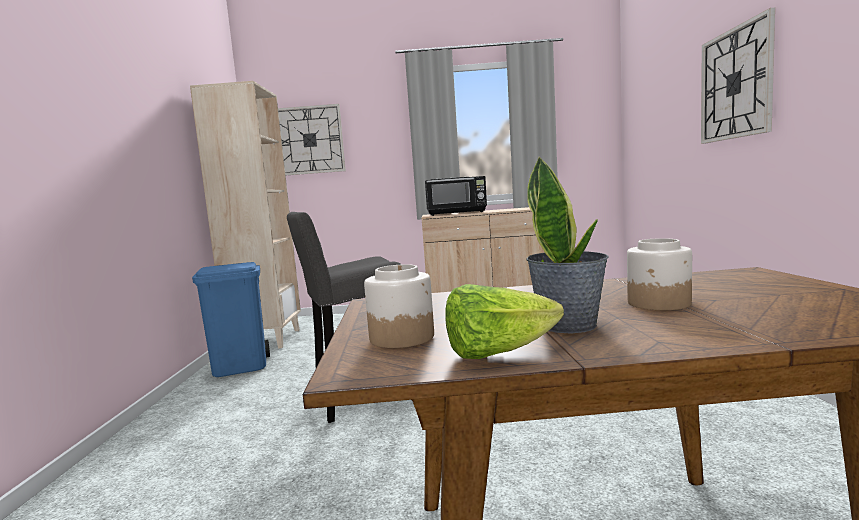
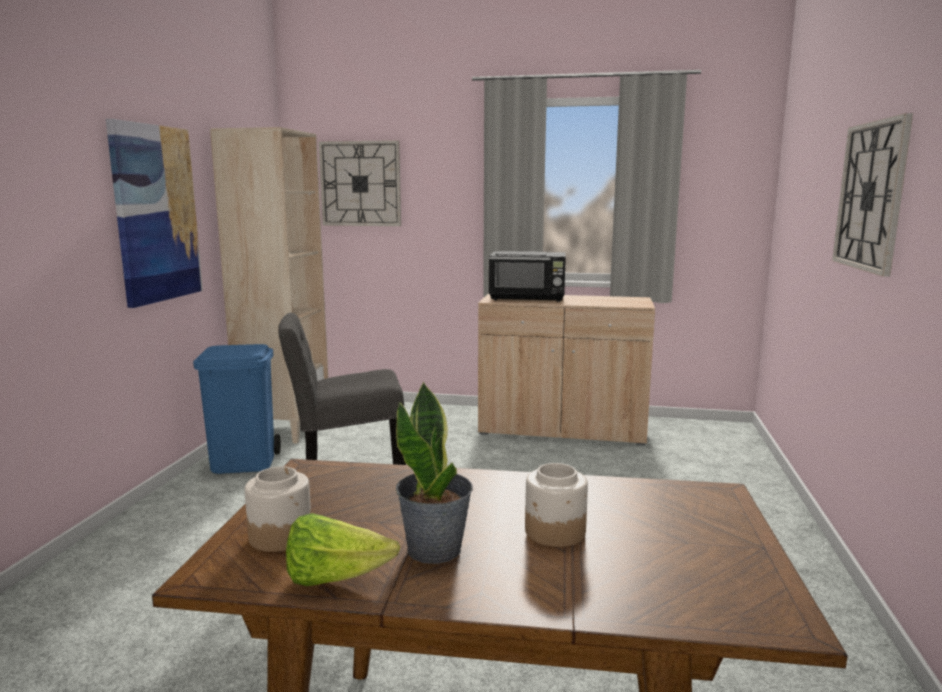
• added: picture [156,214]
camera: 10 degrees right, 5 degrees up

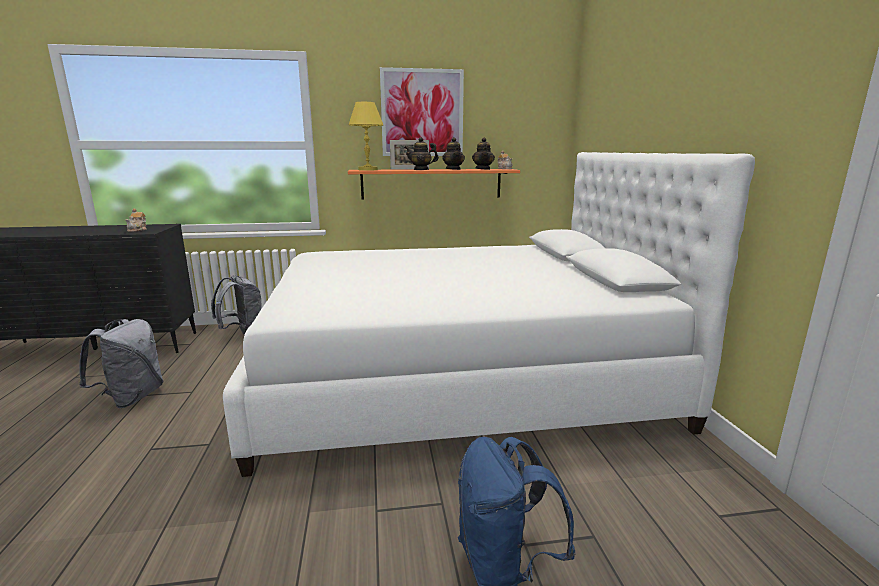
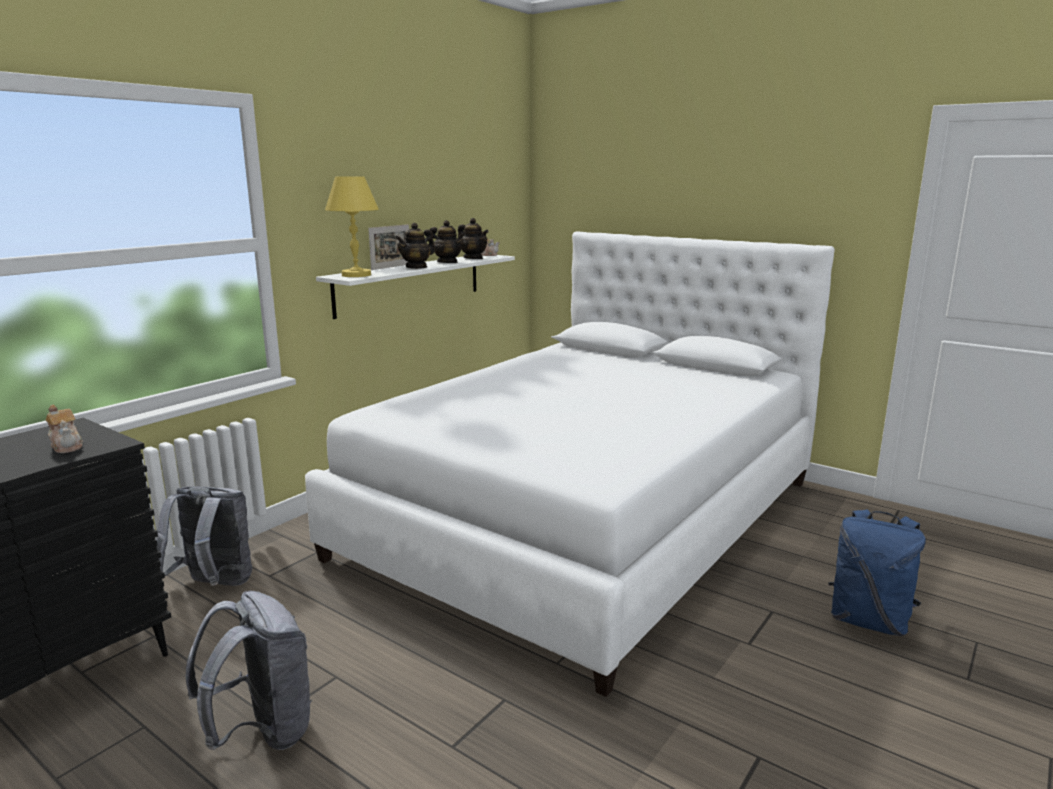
• removed: picture [422,113]
• recoloured: orange shelf [431,183] to white shelf [410,283]
camera: 45 degrees left, 0 degrees up

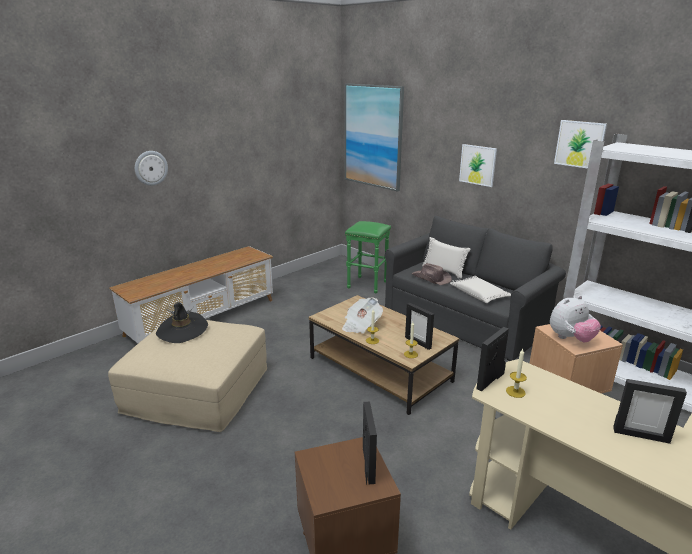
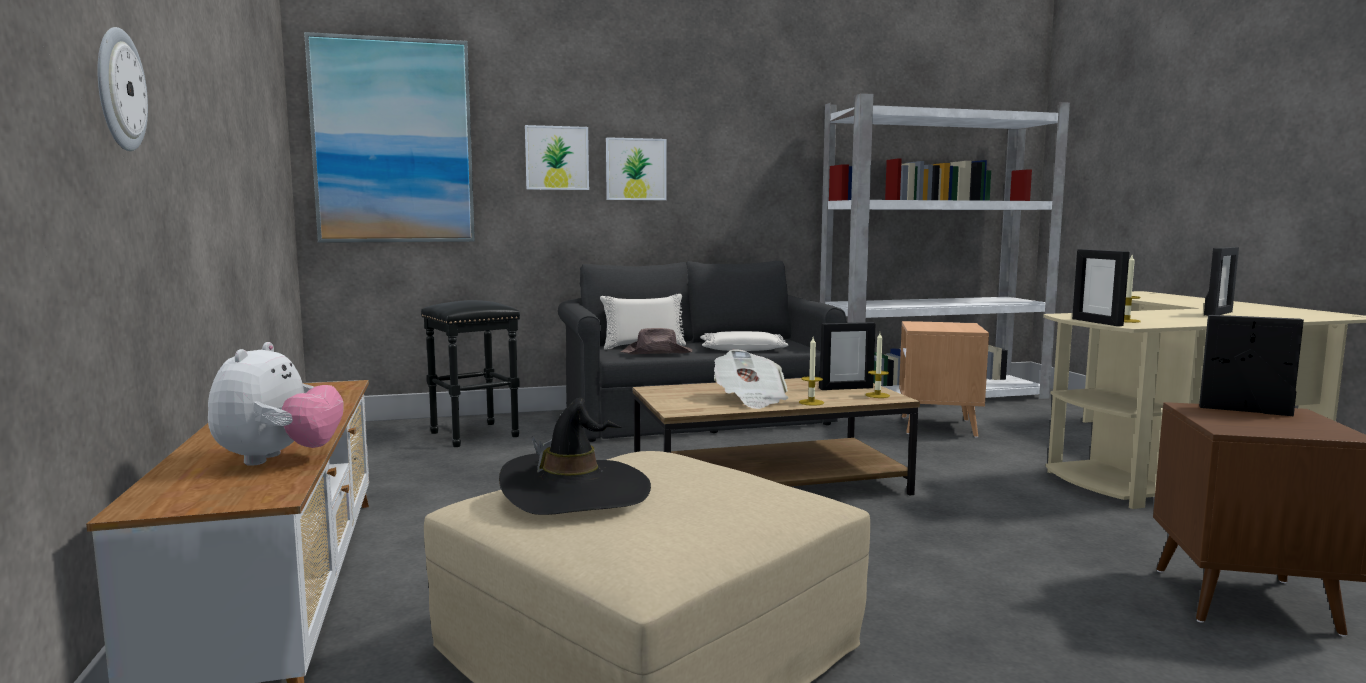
• moved: plush toy [570,339] to [278,459]
• moved: picture [580,144] to [557,158]
• recoloured: green stool [368,284] to black stool [475,434]
camera: 60 degrees left, 15 degrees down

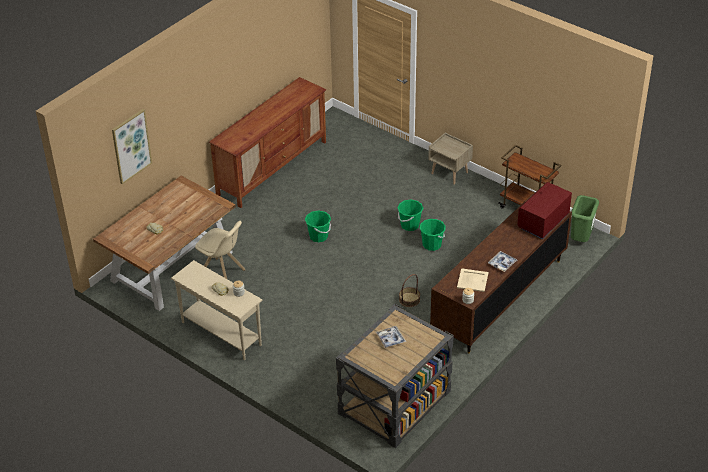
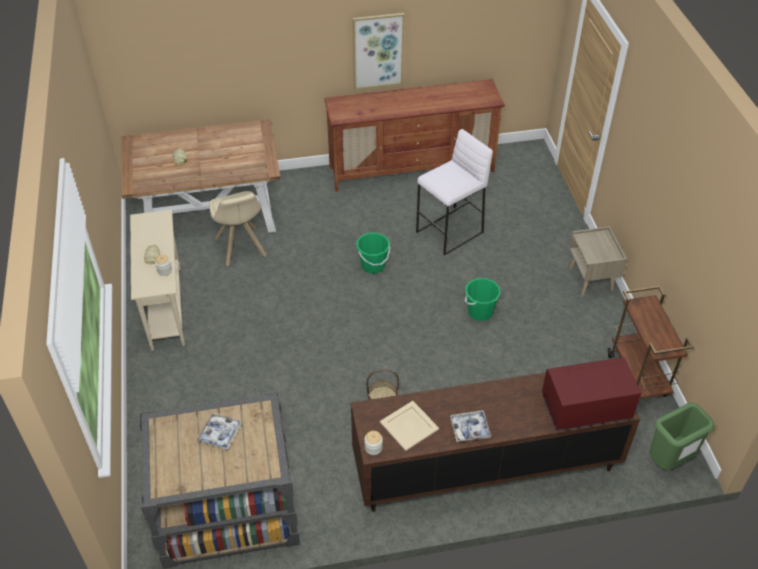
• removed: green bucket [432,245]
• added: white stool [450,232]
• moved: picture [131,146] to [378,51]
camera: 40 degrees right, 5 degrees up

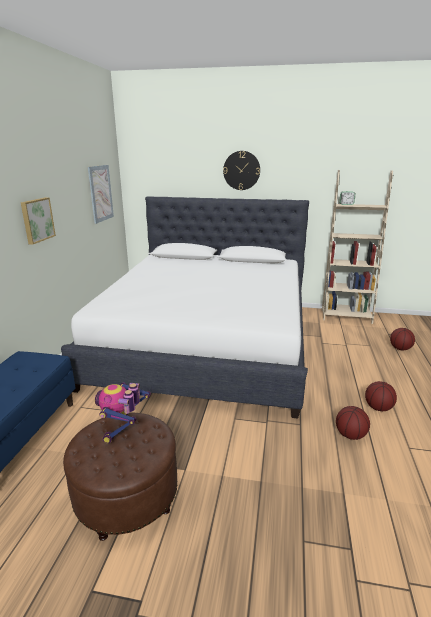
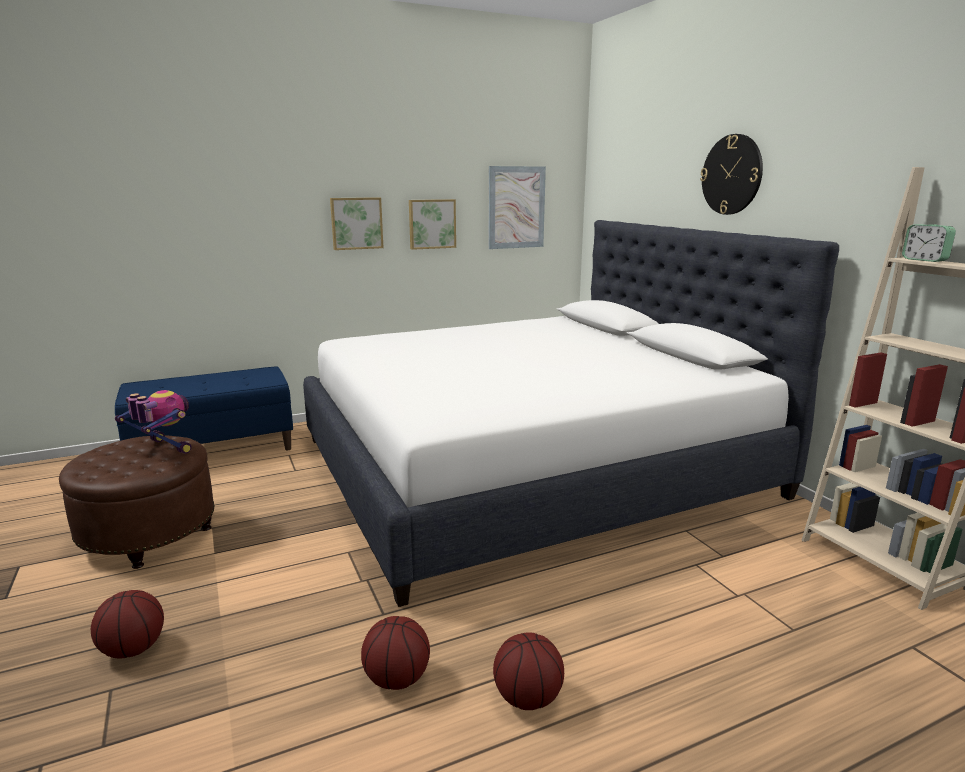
• added: picture [431,224]
• moved: basketball [400,348] to [133,649]
• turned: toy robot [123,428] = [163,449] 60 degrees clockwise
camera: 55 degrees right, 5 degrees down

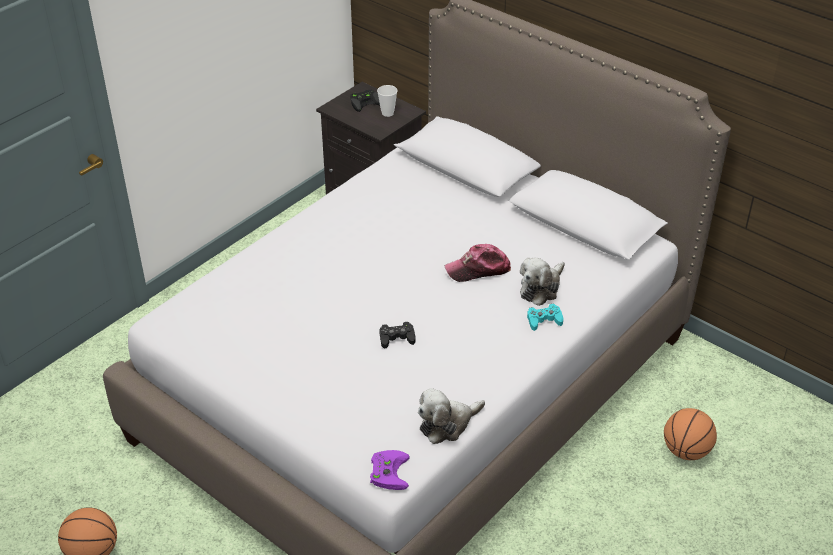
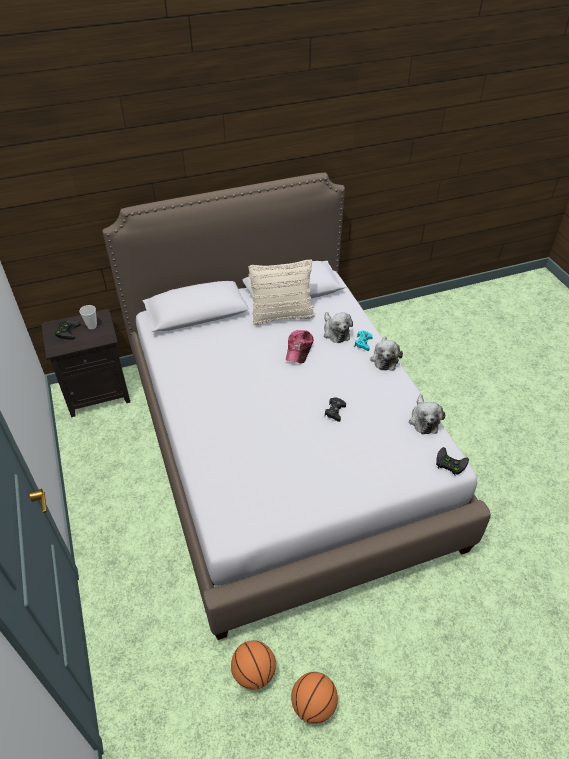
• added: beige pillow [282,315]
• added: plush toy [384,358]
• moved: basketball [686,451] to [254,672]
• recoloured: purple game controller [388,471] to black game controller [449,463]
camera: 60 degrees left, 5 degrees up

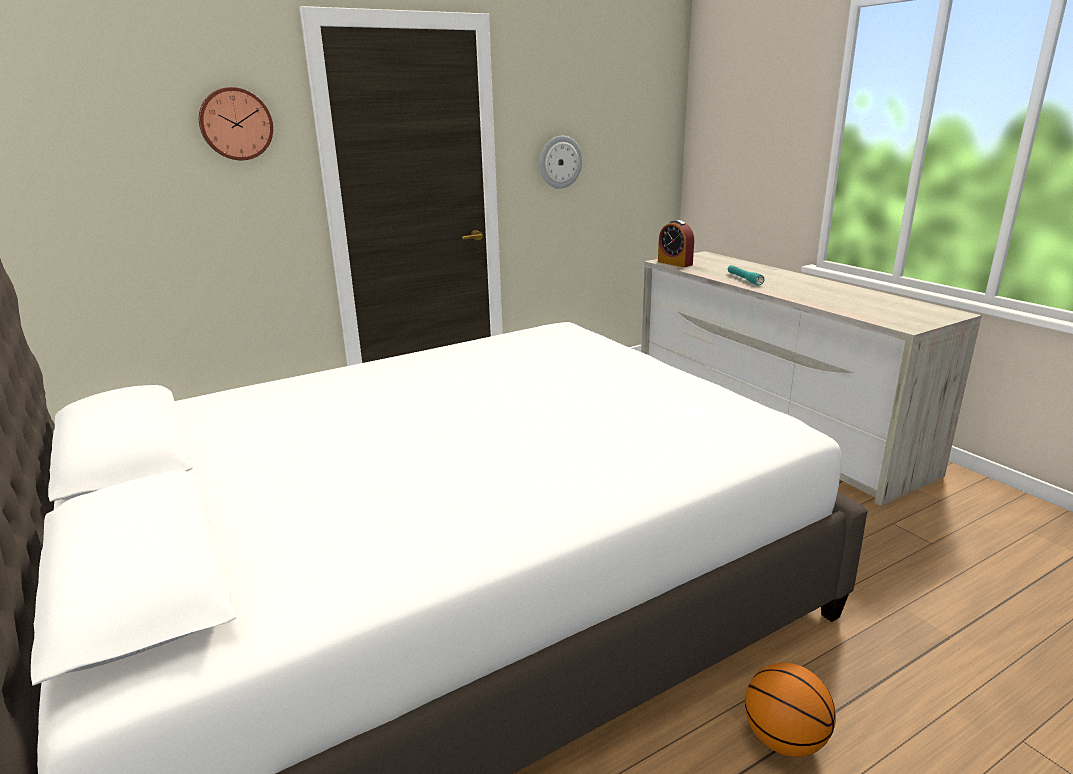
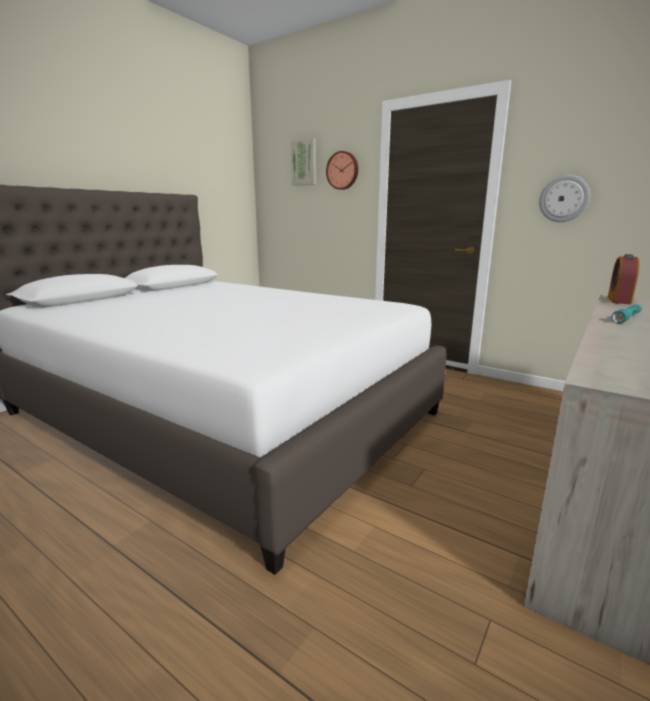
• removed: basketball [784,740]
• added: picture [304,163]
camera: 65 degrees right, 5 degrees down

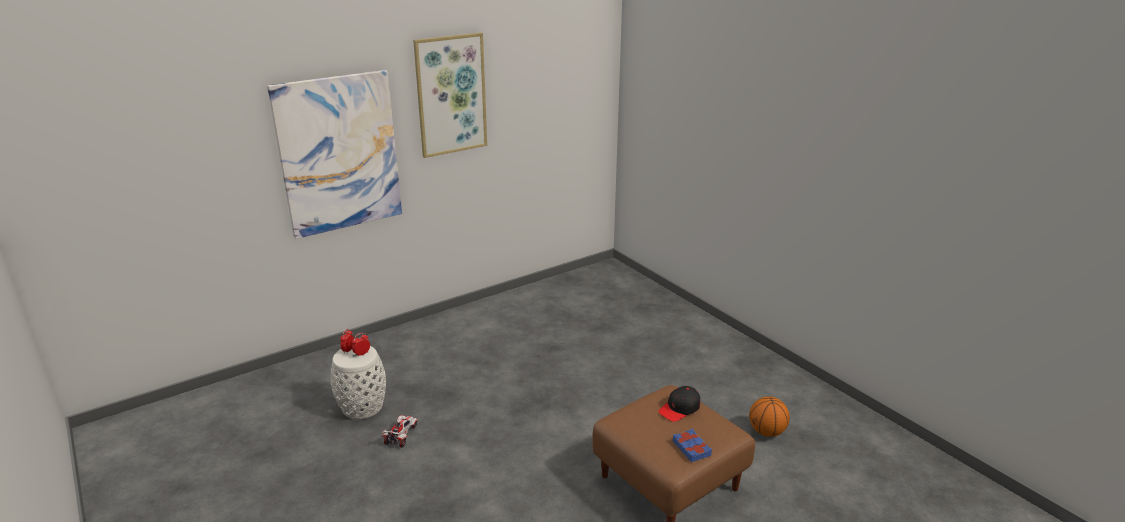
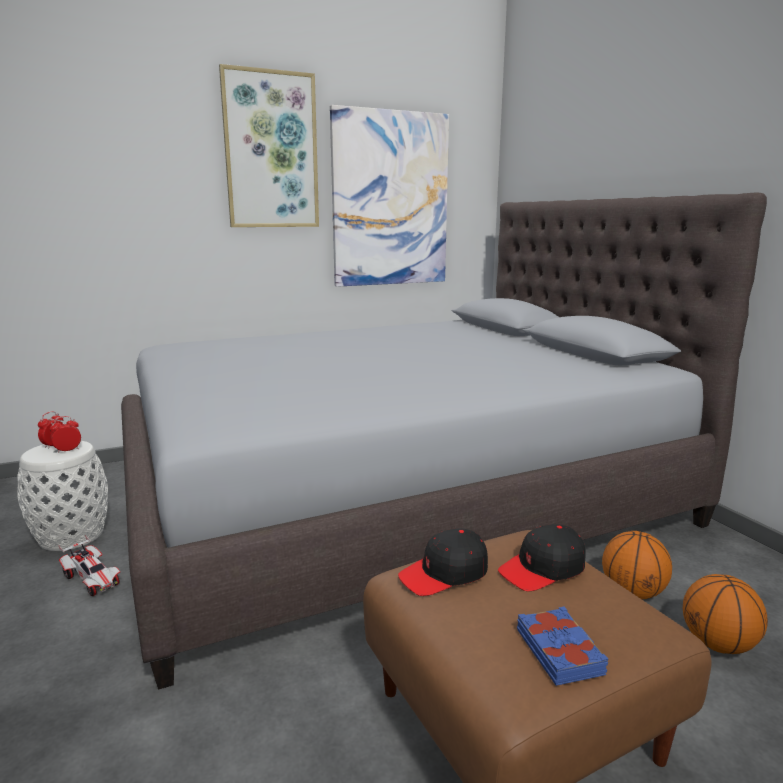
• added: grey bed [400,499]
• added: black cap [444,574]
• added: basketball [632,592]
• moved: picture [339,154] to [390,200]
• turned: toy car [401,435] = [93,580] 105 degrees clockwise
camera: 10 degrees right, 10 degrees down

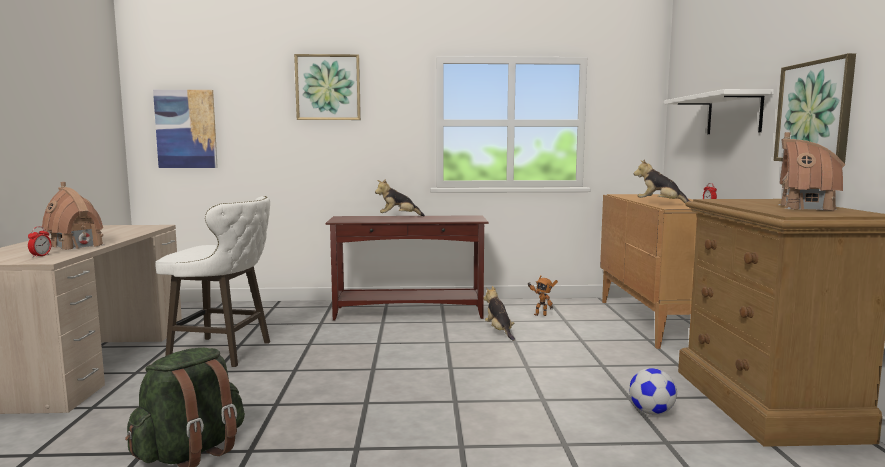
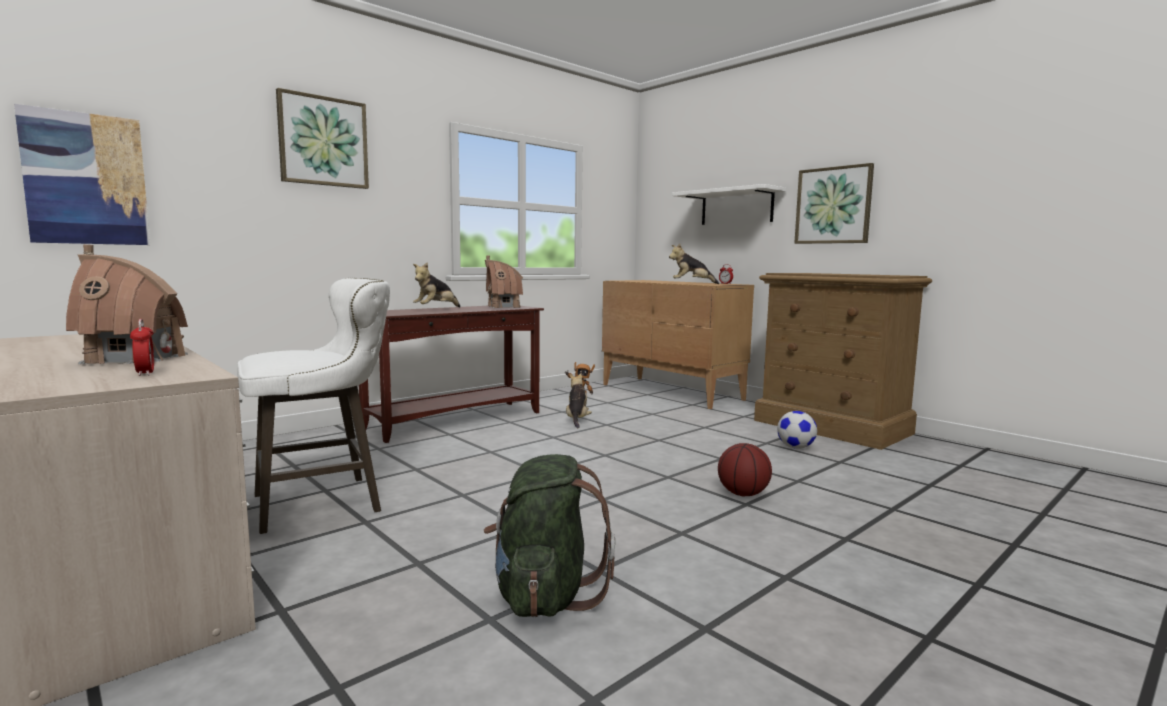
• added: basketball [743,494]
• moved: toy house [806,208] to [503,307]
• turned: plush toy [499,331] = [577,420] 60 degrees clockwise
camera: 40 degrees left, 0 degrees up

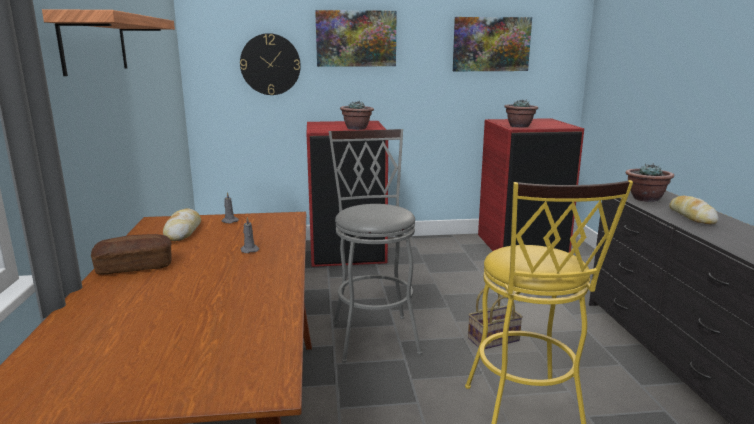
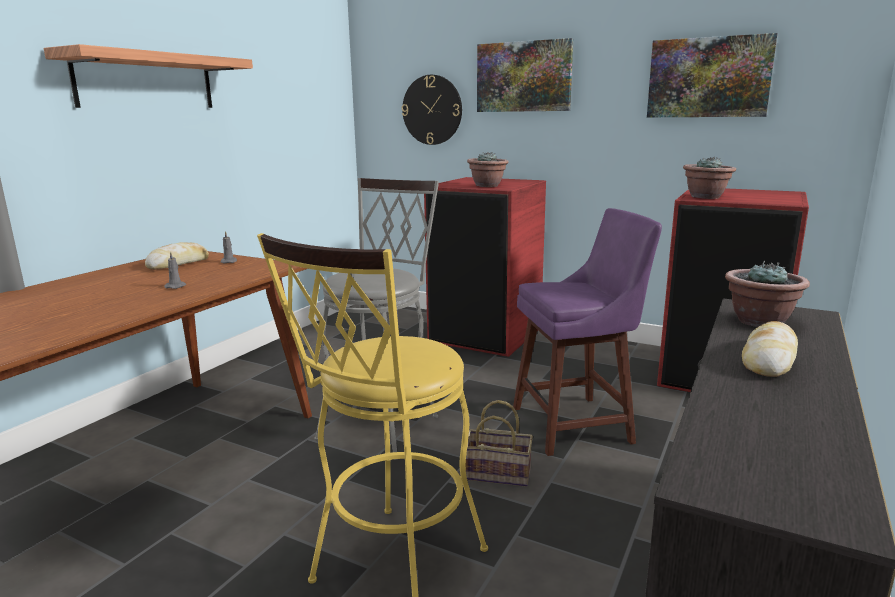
• removed: bread [135,267]
• added: purple chair [577,424]
camera: 35 degrees right, 0 degrees up

